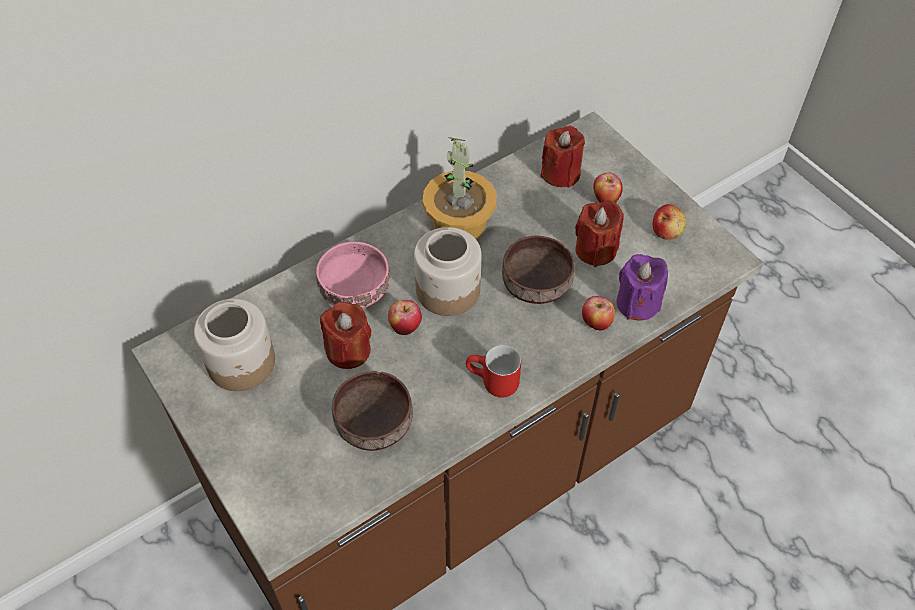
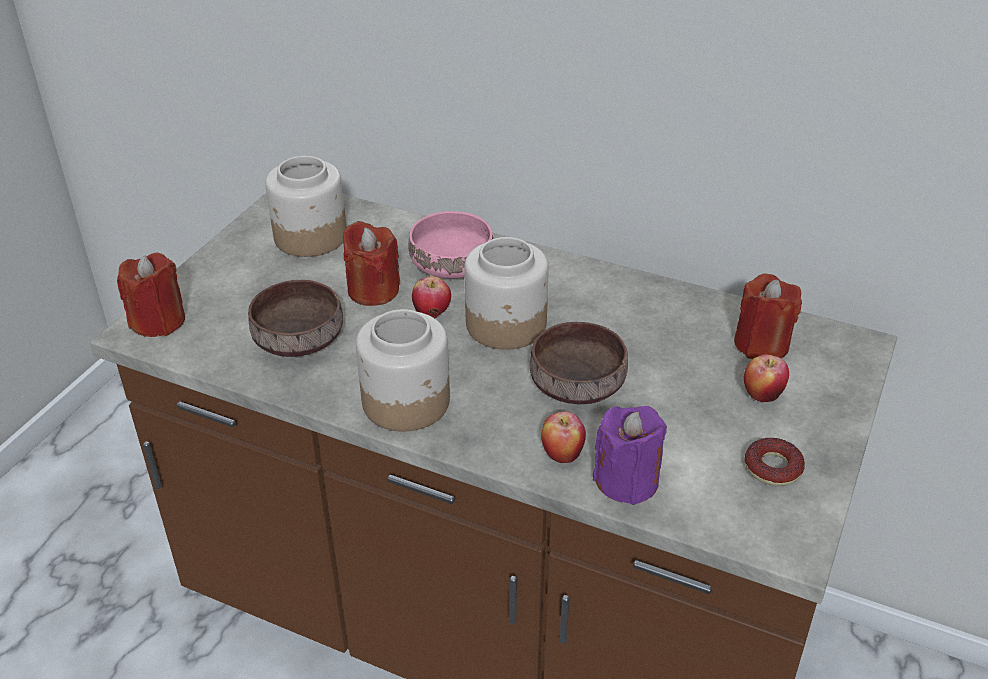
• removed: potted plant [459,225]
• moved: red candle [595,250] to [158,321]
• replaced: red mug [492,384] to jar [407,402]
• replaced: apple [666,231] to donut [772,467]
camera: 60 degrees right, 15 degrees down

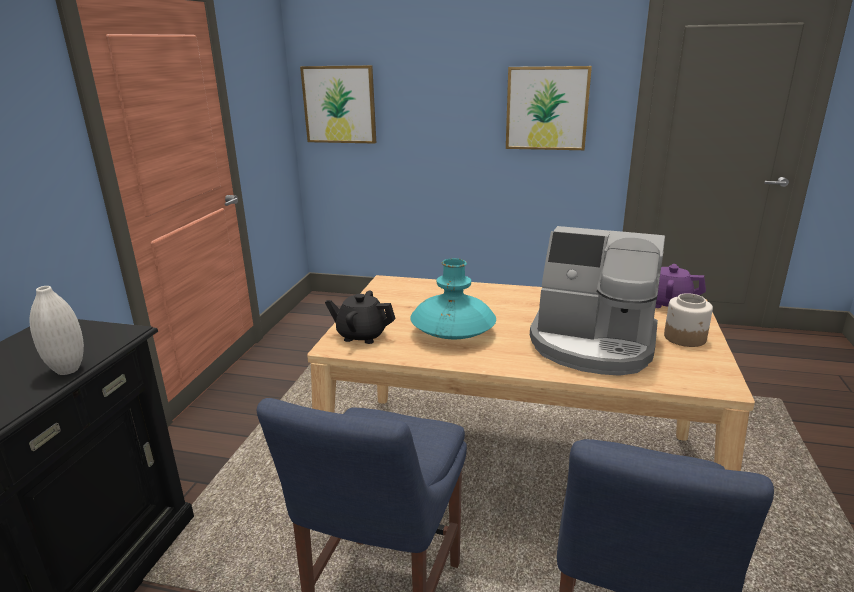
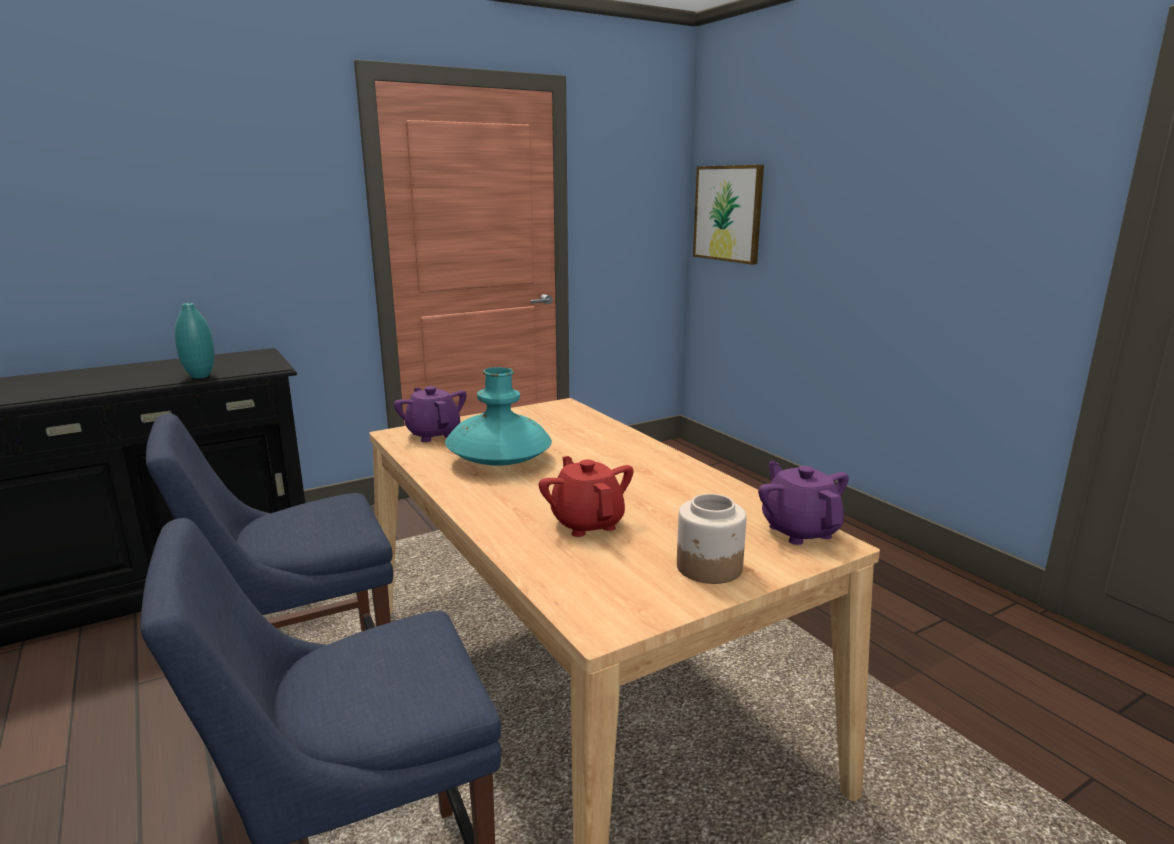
• removed: picture [547,108]
• replaced: coffee machine [592,344] to red teapot [587,523]
• recoloured: white vase [68,370] to turquoise vase [200,376]
• recoloured: black teapot [362,335] to purple teapot [433,434]
camera: 45 degrees right, 5 degrees down

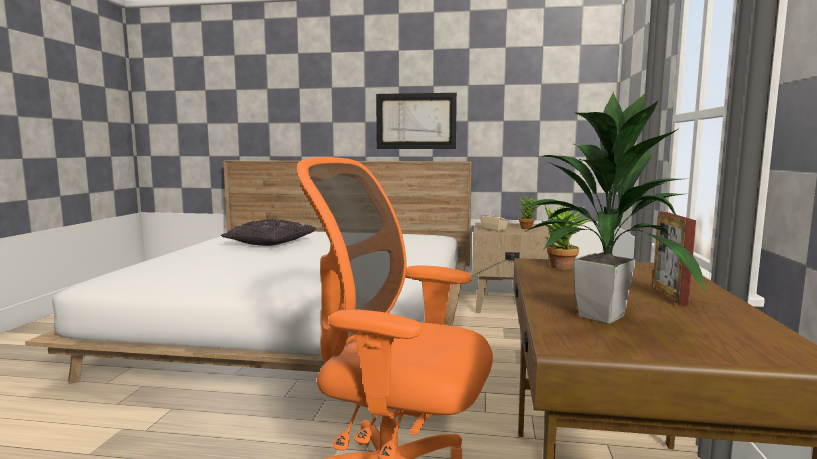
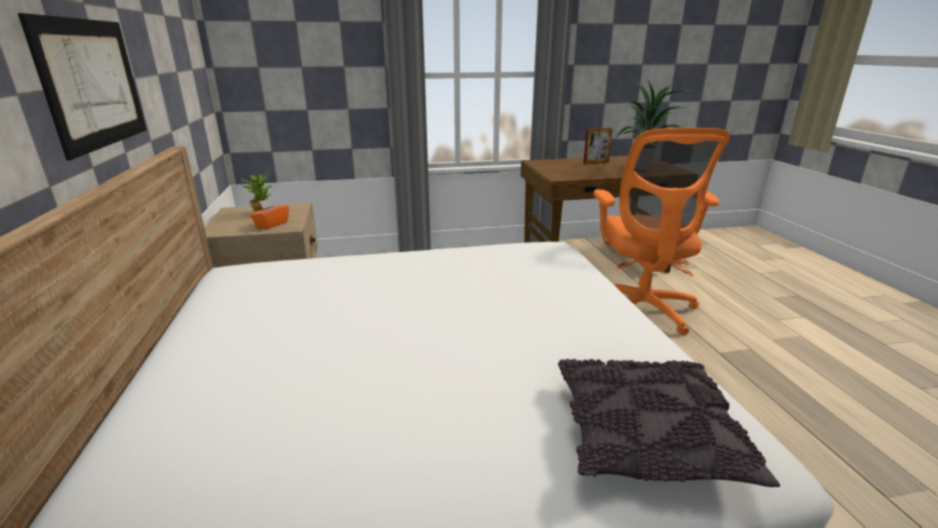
• removed: potted plant [562,268]
• moved: black pillow [270,243] to [646,435]
• recoloured: beige tissue box [494,229] to orange tissue box [271,224]
camera: 110 degrees left, 15 degrees up

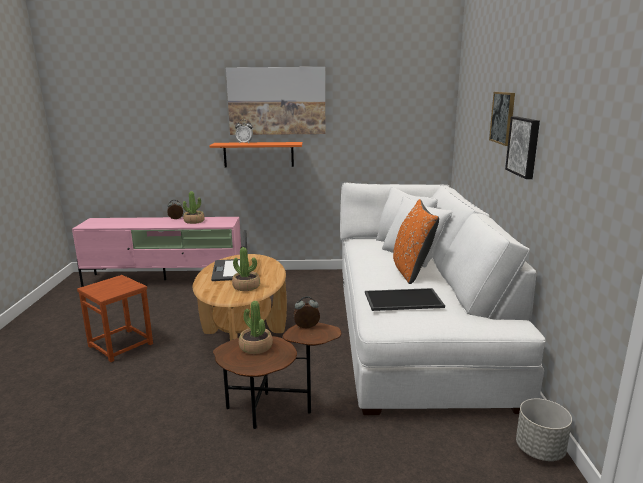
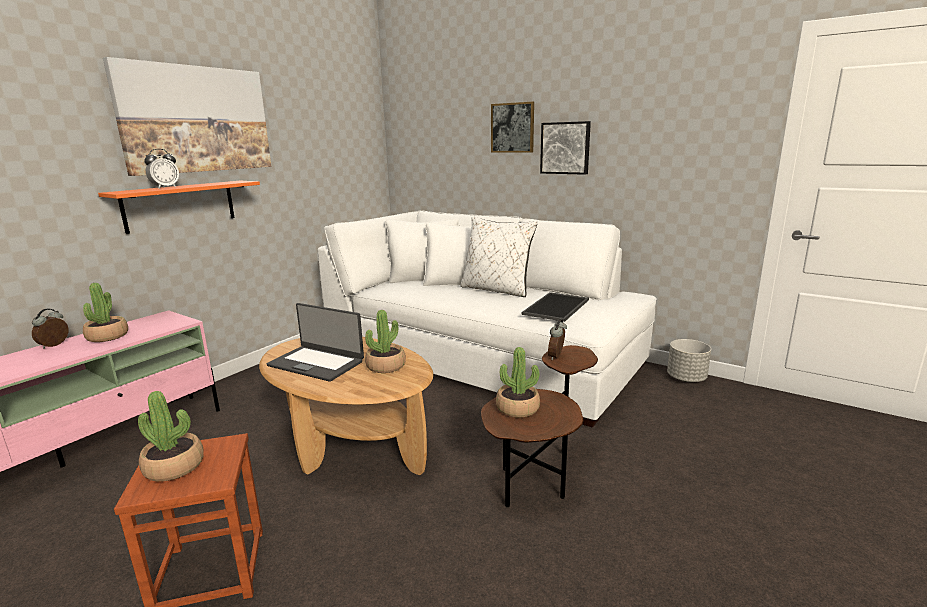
• added: potted plant [174,466]
• recoloured: orange pillow [411,270] to white pillow [496,289]
camera: 55 degrees left, 0 degrees up

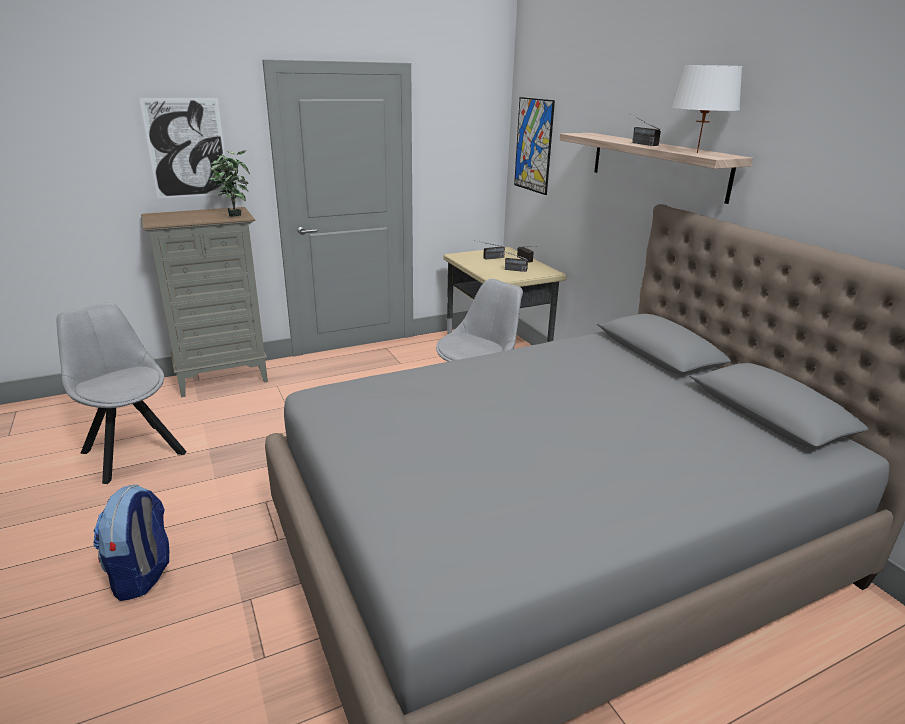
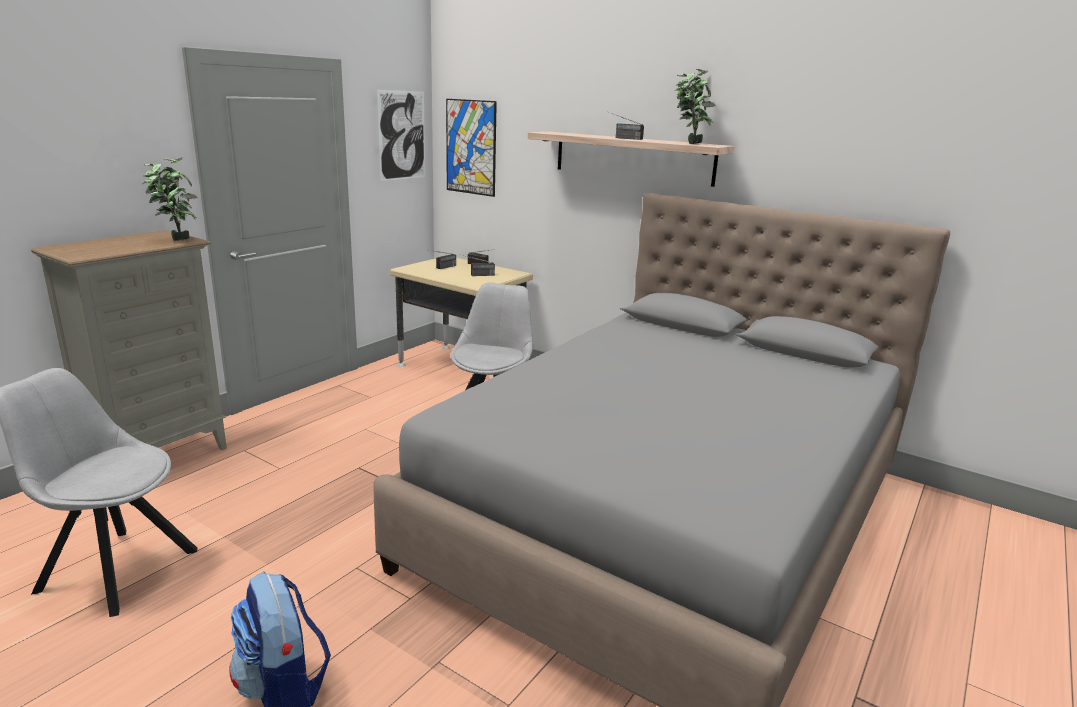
• moved: picture [187,148] to [402,135]
• replaced: white table lamp [697,152] to potted plant [689,143]
camera: 30 degrees left, 5 degrees down

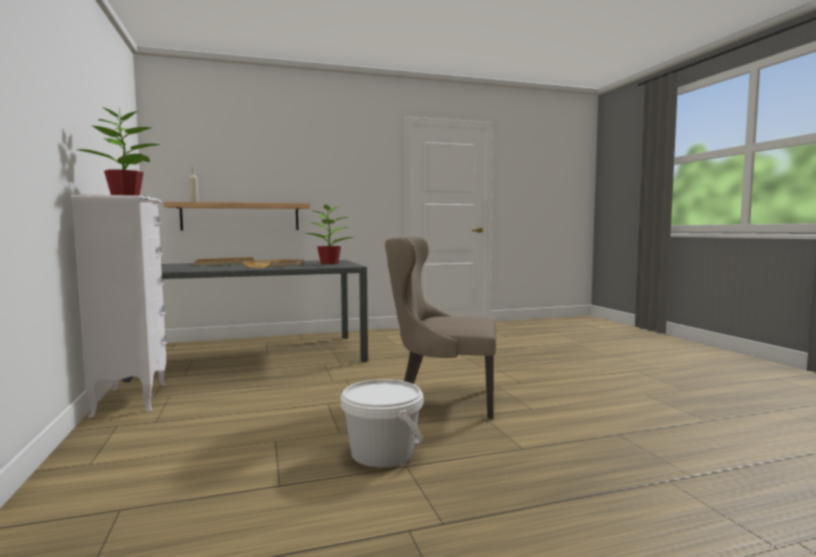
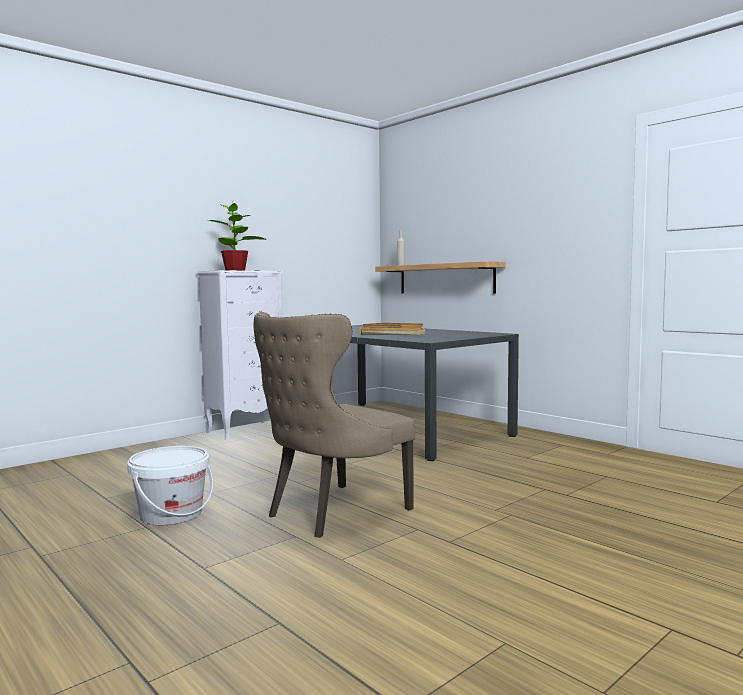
• removed: potted plant [329,263]
• turned: beige chair [442,399] = [332,512] 120 degrees counterclockwise
camera: 65 degrees right, 0 degrees up

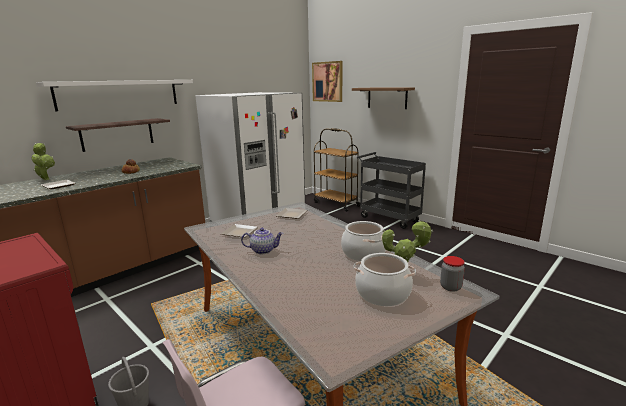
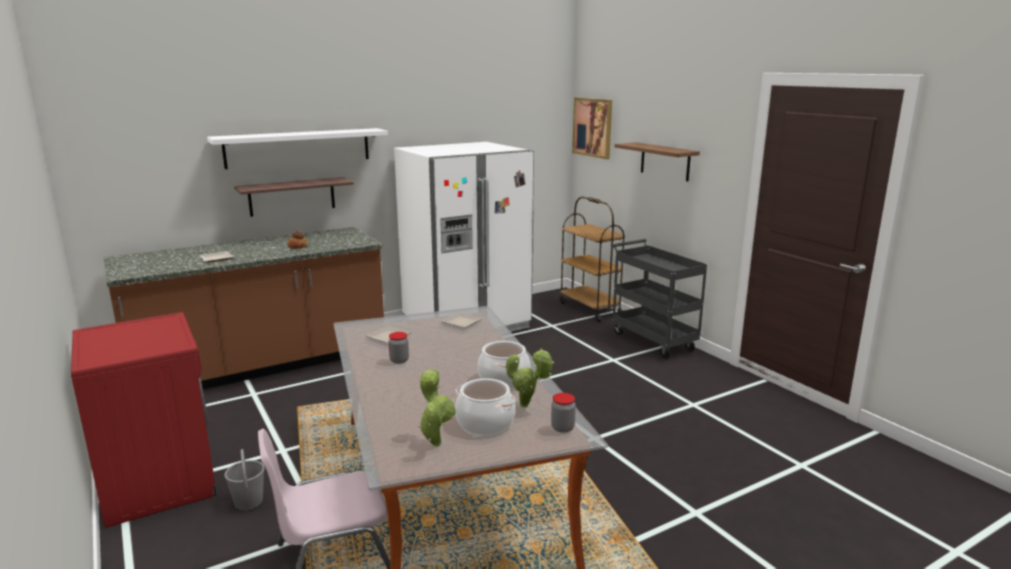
• moved: potted plant [46,179] to [435,442]
• replaced: teapot [263,250] to jar [399,360]
camera: 15 degrees right, 0 degrees up

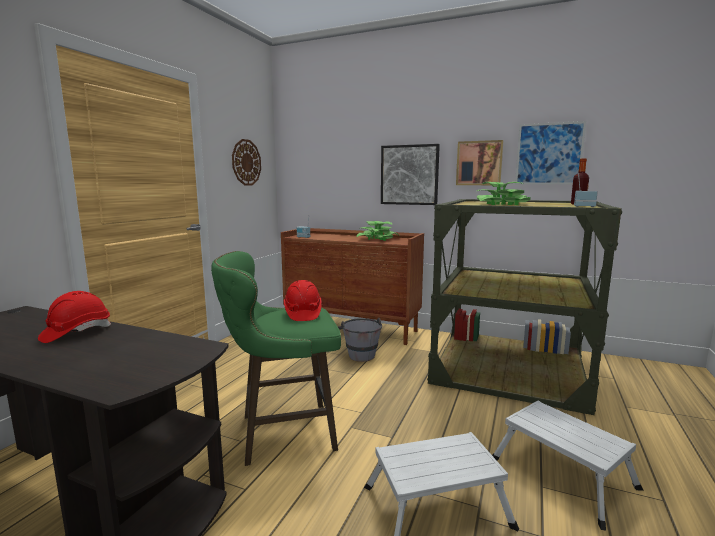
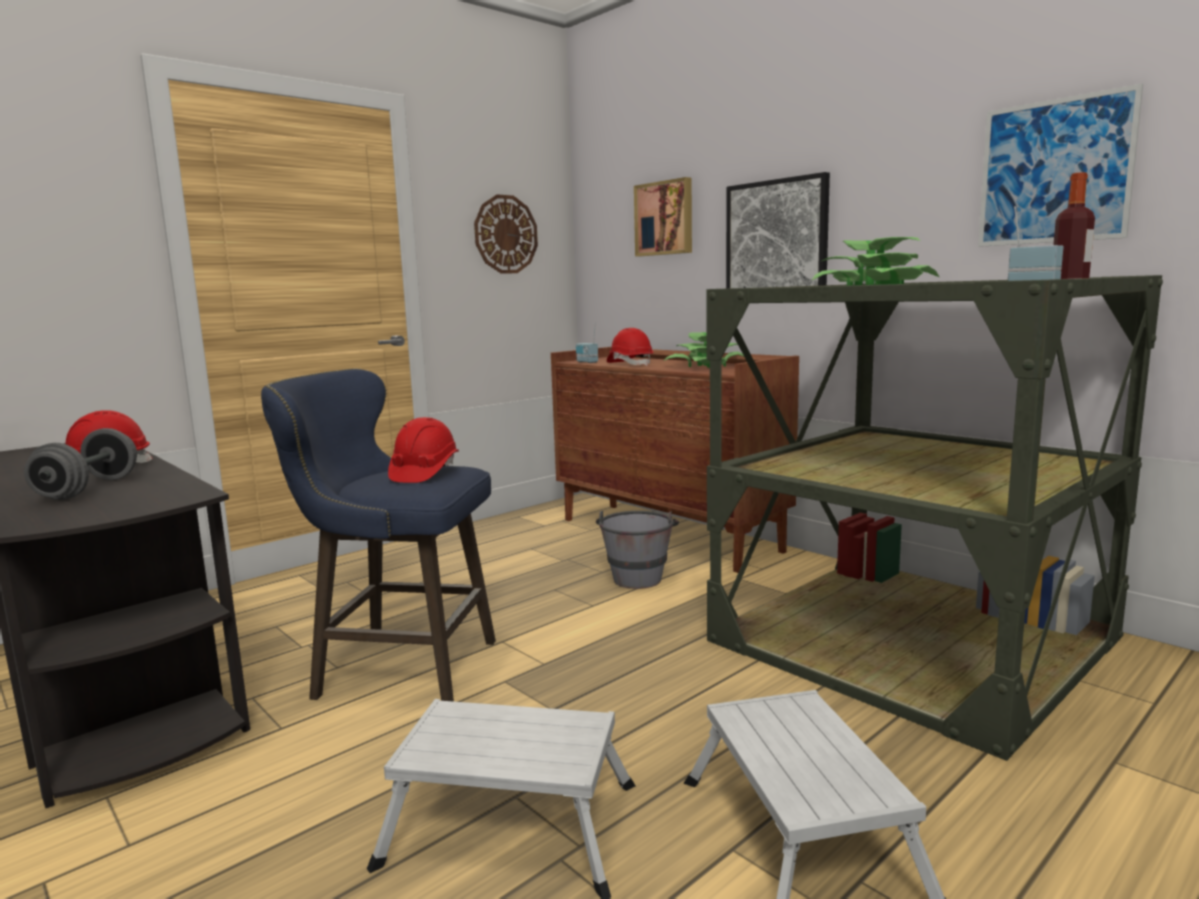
• added: grey dumbbell [89,489]
• added: red hard hat [630,364]
• moved: picture [479,163] to [665,218]
• recoloured: green stool [282,432] to blue stool [399,668]
camera: 25 degrees right, 0 degrees up

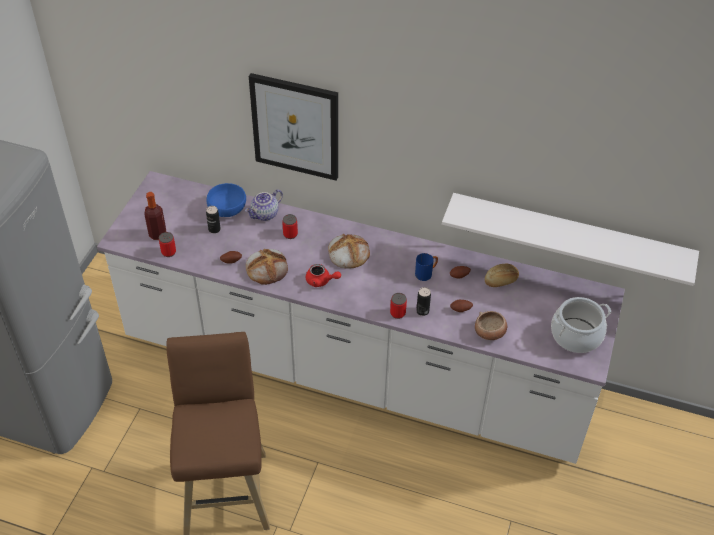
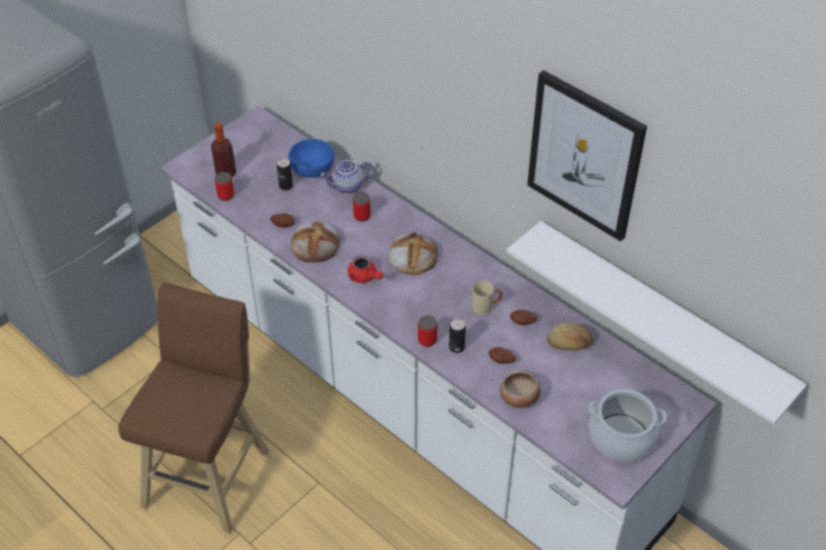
• moved: picture [295,126] to [585,155]
• recoloured: blue mug [426,273] to beige mug [486,307]
camera: 25 degrees right, 0 degrees up

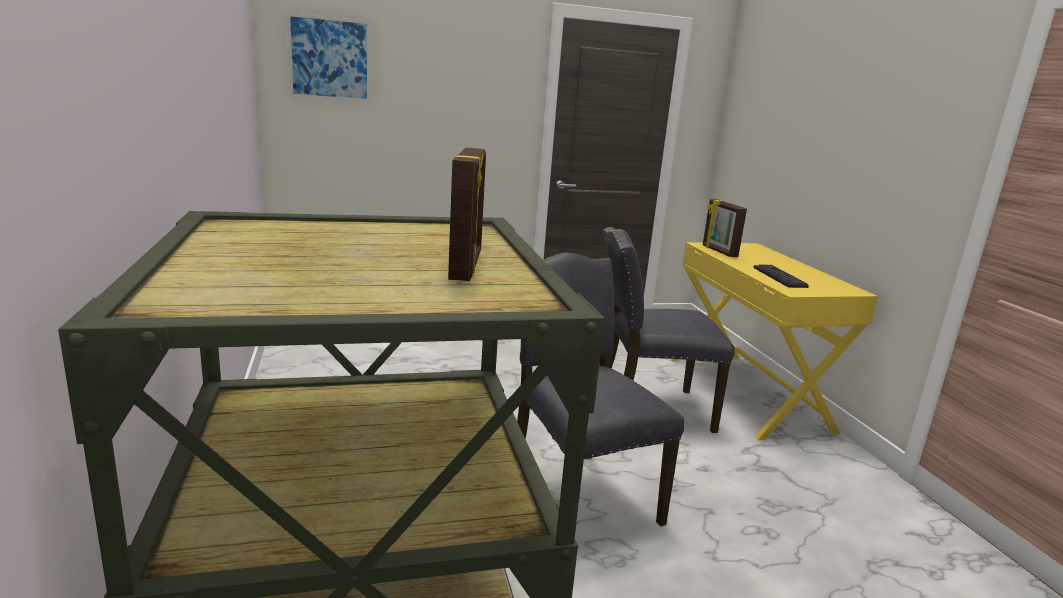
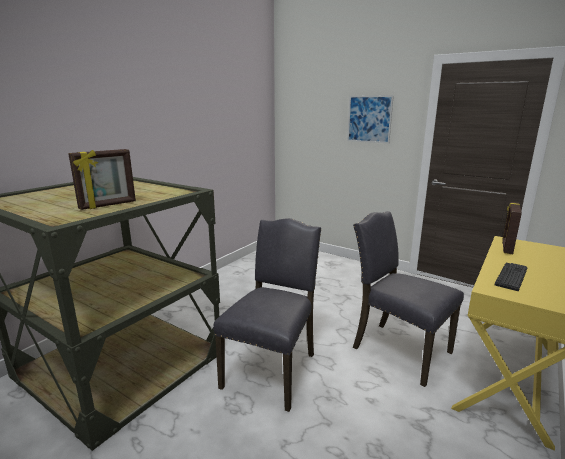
• moved: picture [329,59] to [369,119]
camera: 50 degrees right, 0 degrees up

